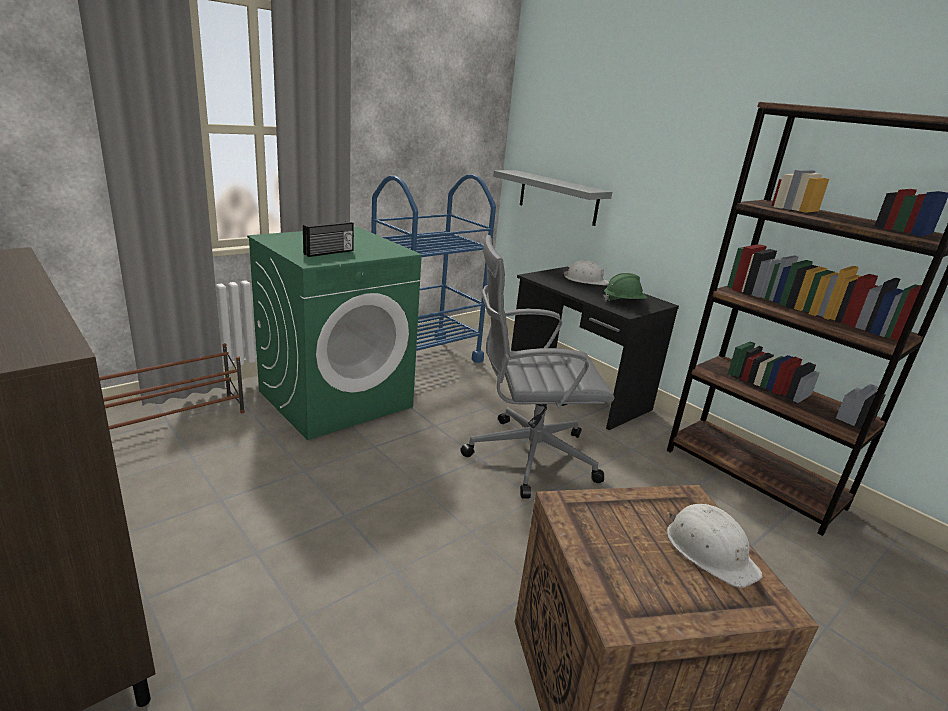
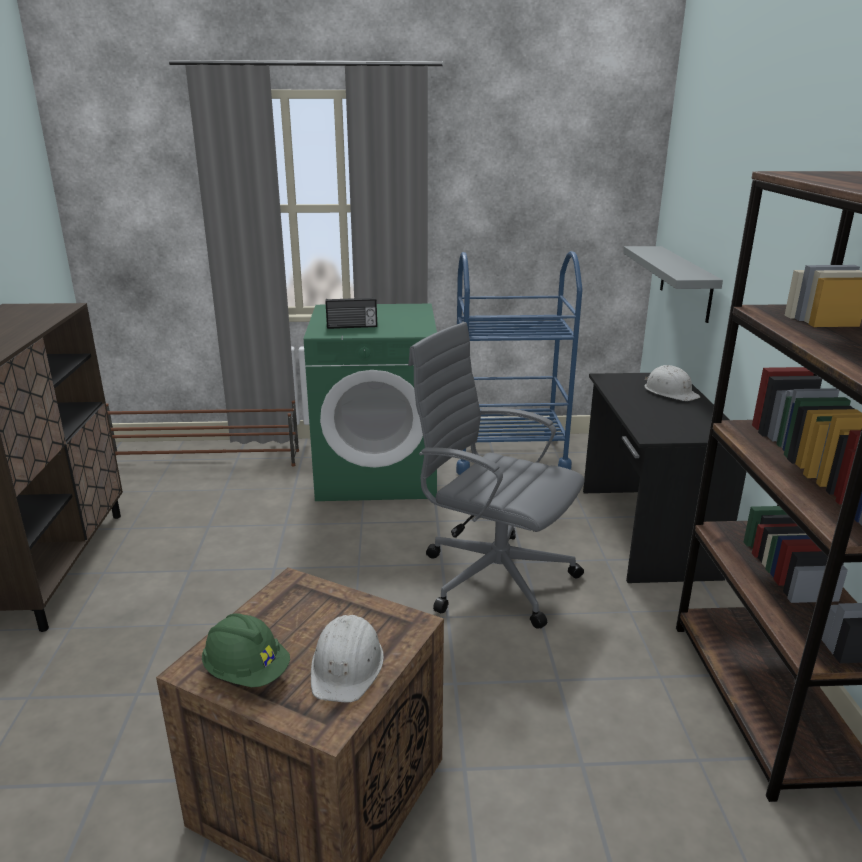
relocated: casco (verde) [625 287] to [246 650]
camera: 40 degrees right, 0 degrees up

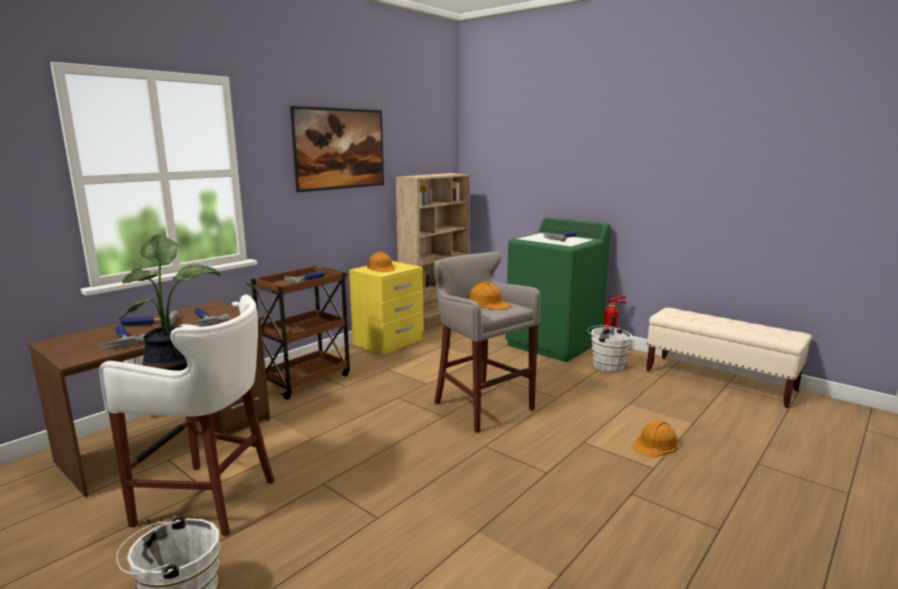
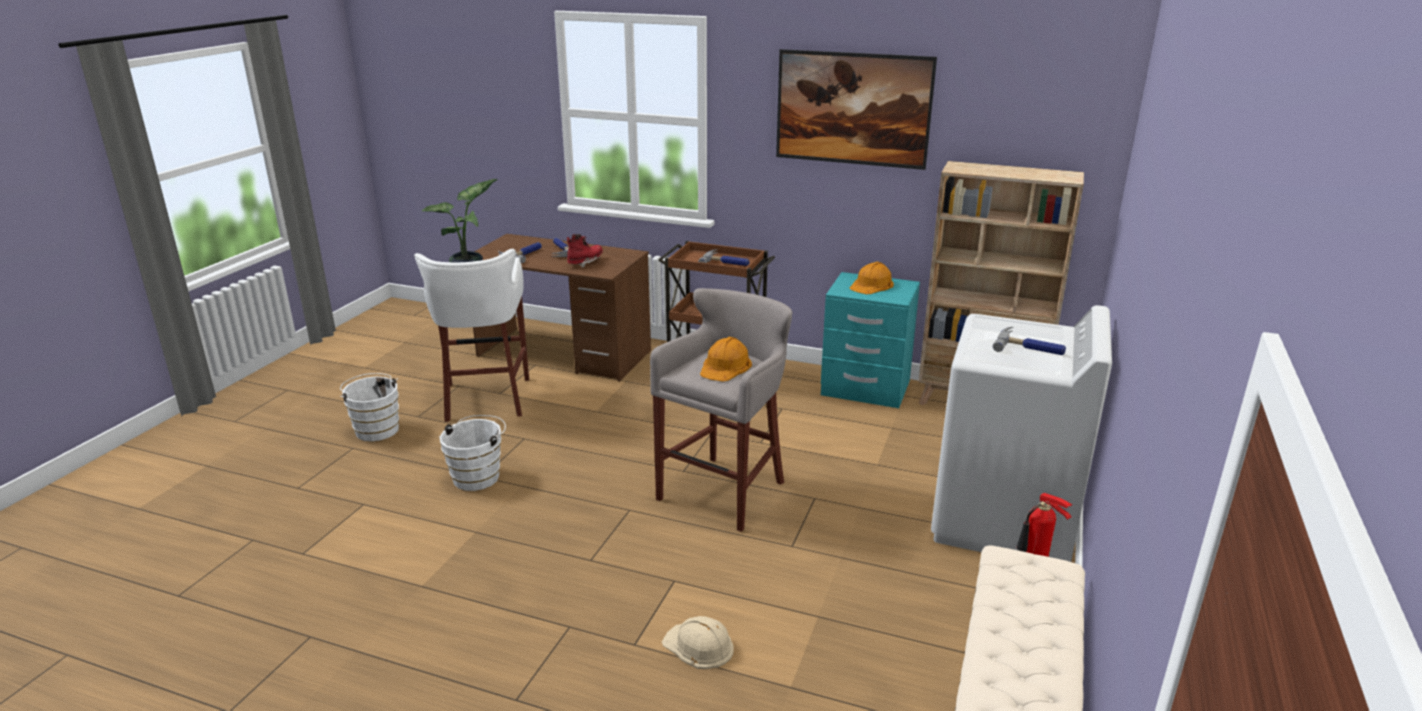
relocated: cubo (blanco) [609 348] to [473 453]
exchanged: martillo [208 317] to bota (rojo) [585 251]
colour: casco (naranja) [656 439] to casco (beis) [698 642]; mesita de noche (amarillo) [386 308] to mesita de noche (turquesa) [870 340]; lavadora (verde) [558 289] to lavadora (blanco) [1021 433]
camera: 70 degrees right, 10 degrees up

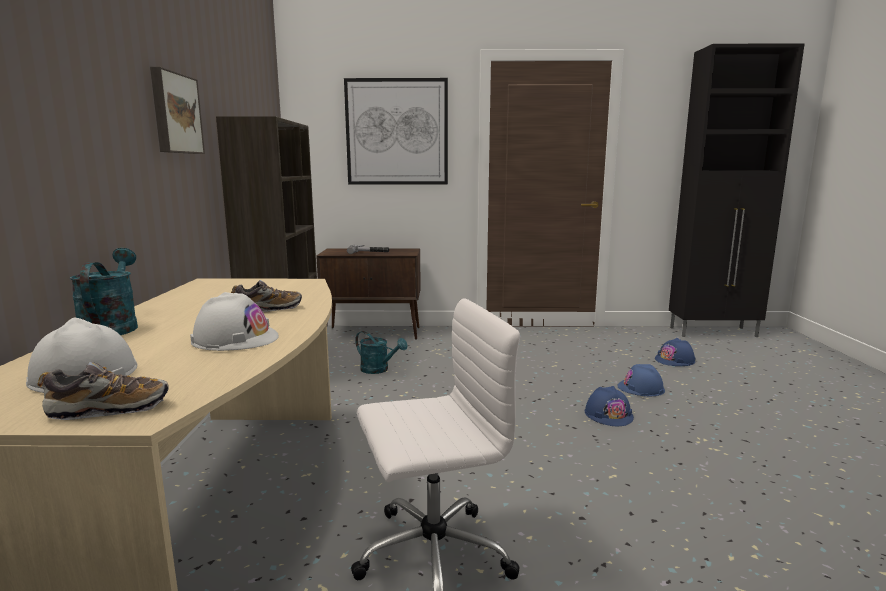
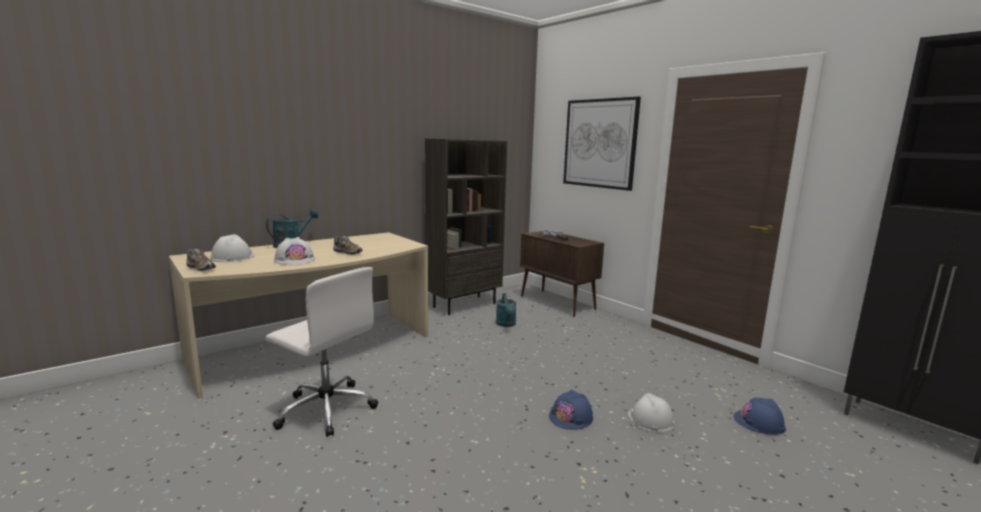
missing: cuadro [177 110]
colour: casco (azul) [641 380] to casco (blanco) [651 413]
camera: 50 degrees right, 0 degrees up

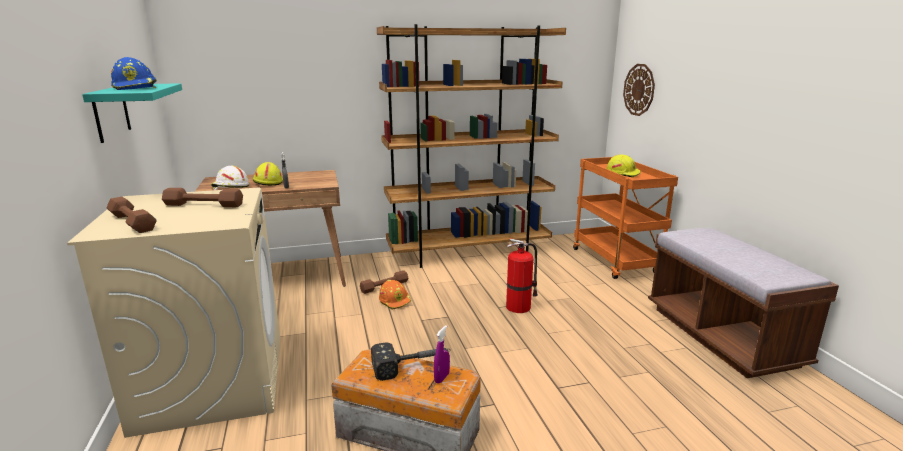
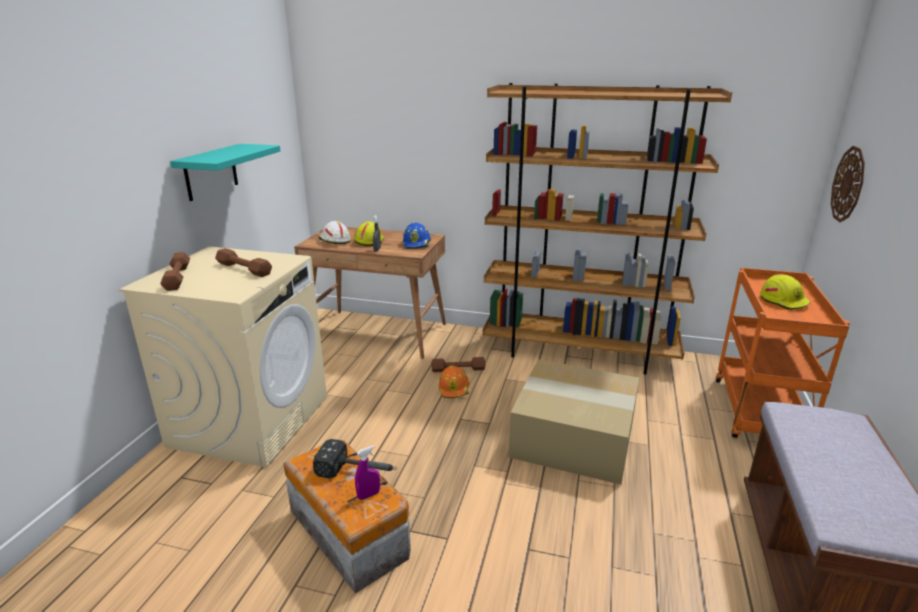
relocated: casco (azul) [134 73] to [417 235]
exchanged: extintor [522 275] to caja de cartón [574 422]
camera: 30 degrees right, 5 degrees up

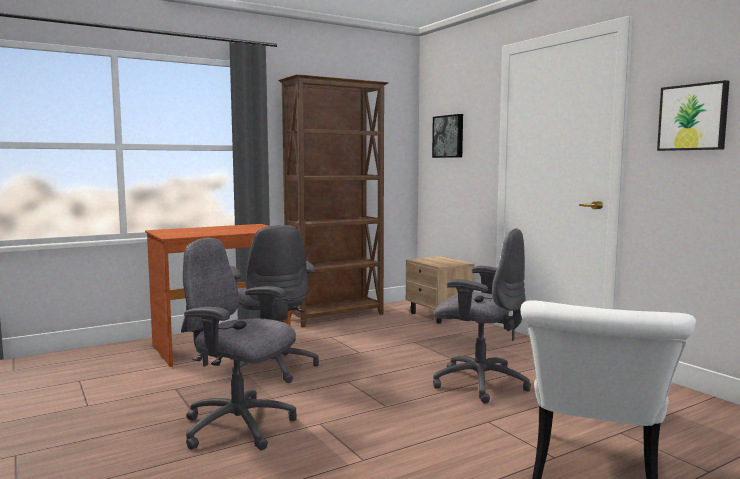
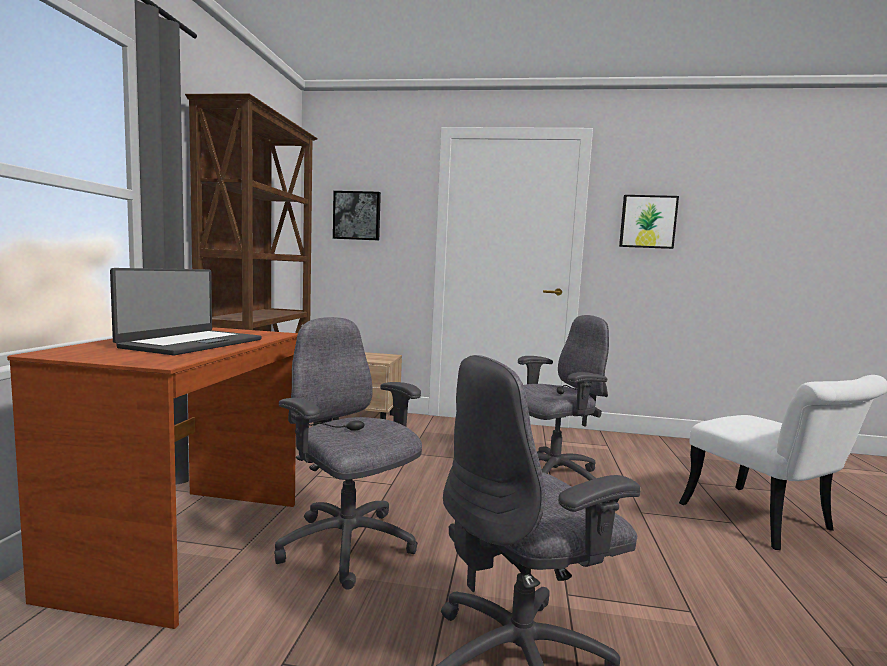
appeared: portátil [186 311]
spun: silla de oficina (gris) [274 304] = [348 453] 150 degrees counterclockwise
camera: 50 degrees left, 0 degrees up

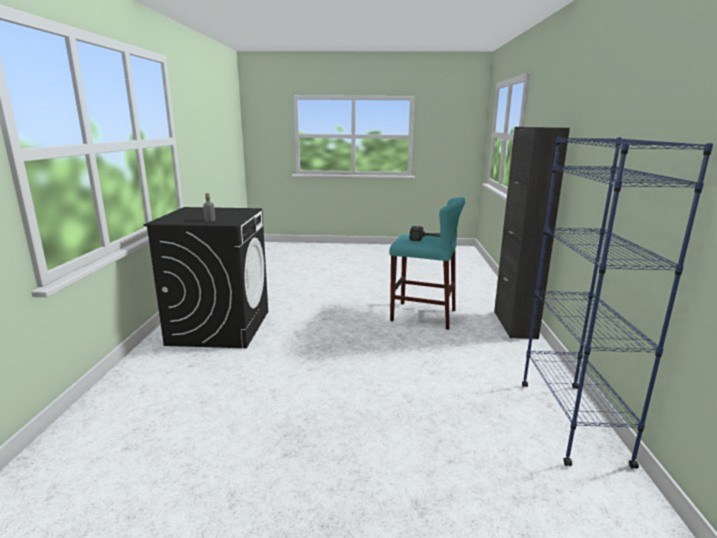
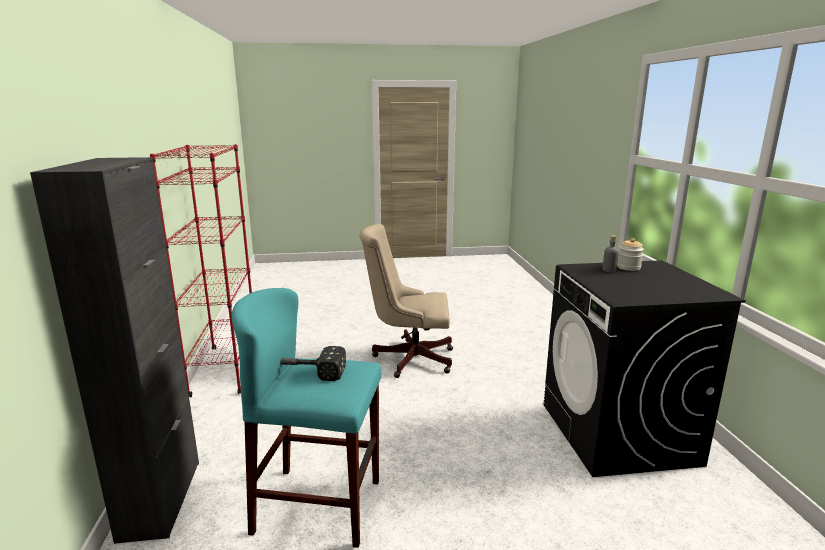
appeared: silla de oficina (beis) [406 301]; tarro [630 254]
colour: estantería (azul) [617 303] to estantería (rojo) [201 270]
camera: 170 degrees right, 0 degrees up

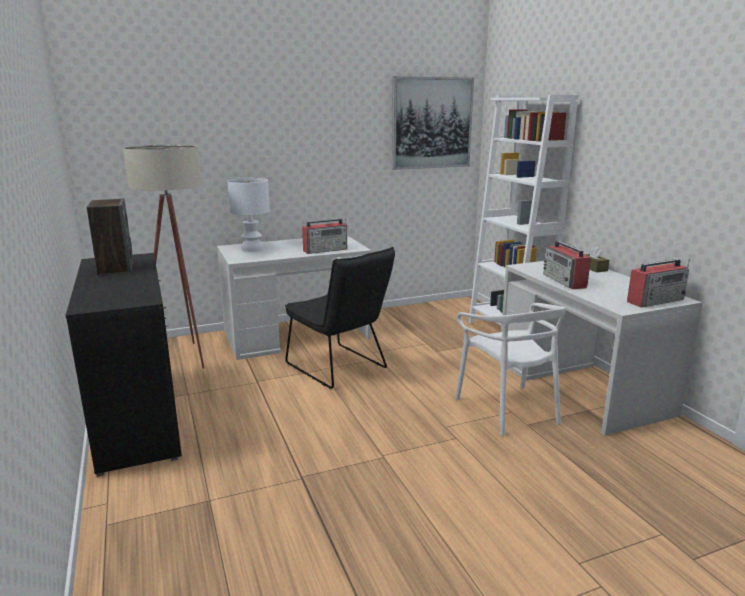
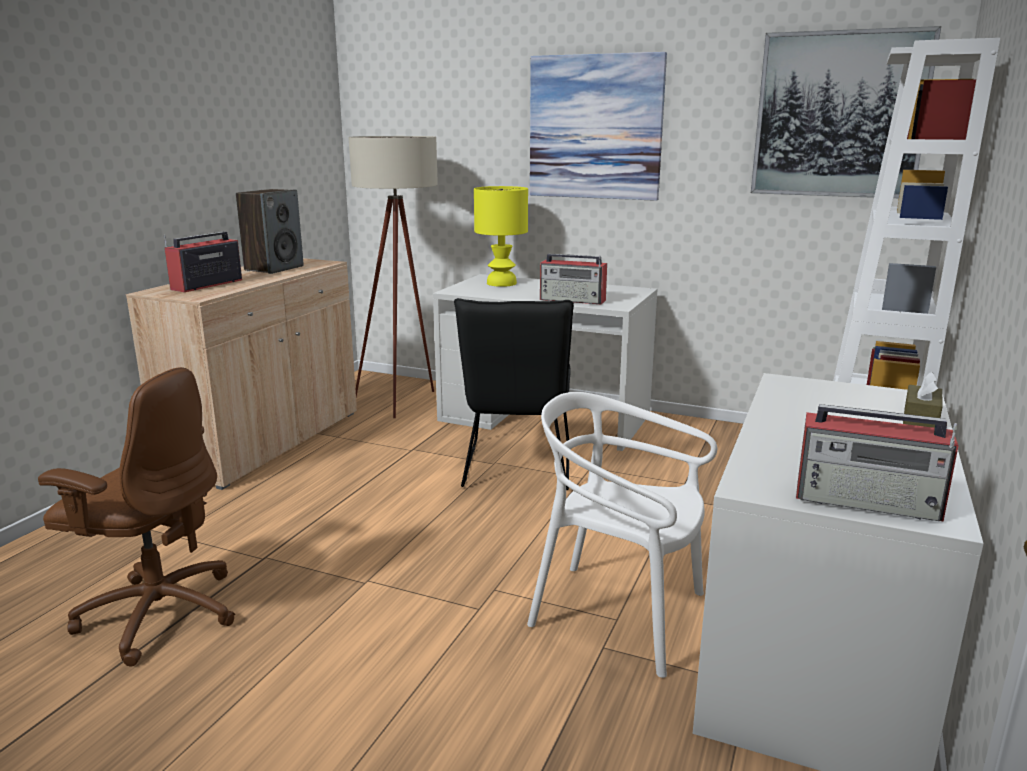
appeared: silla de oficina (marrón) [136 516]; cuadro [598 126]
relocated: radio [567 265] to [203 262]
colour: armario (negro) [124 365] to armario (beis) [241 374]; lámpara de mesa (blanco) [248 215] to lámpara de mesa (amarillo) [501 236]
spun: silla (blanco) [510 369] = [622 535] 90 degrees clockwise
camera: 45 degrees right, 0 degrees up

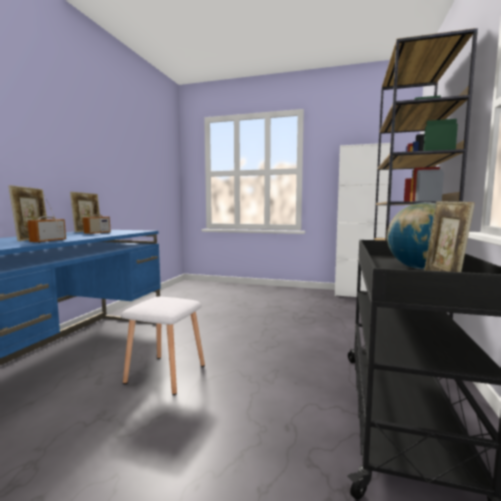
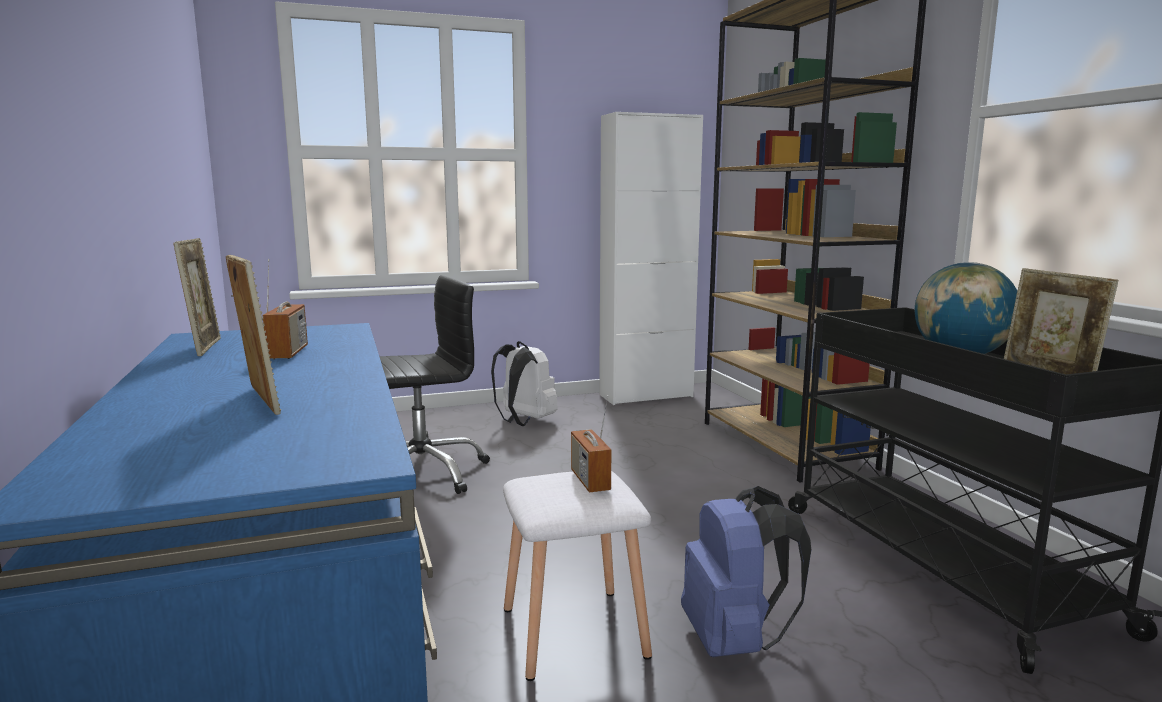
appeared: silla de oficina (negro) [434 384]; mochila (blanco) [524 383]; mochila (azul) [746 571]
relocated: radio [46 219] to [591 443]
camera: 35 degrees left, 5 degrees up

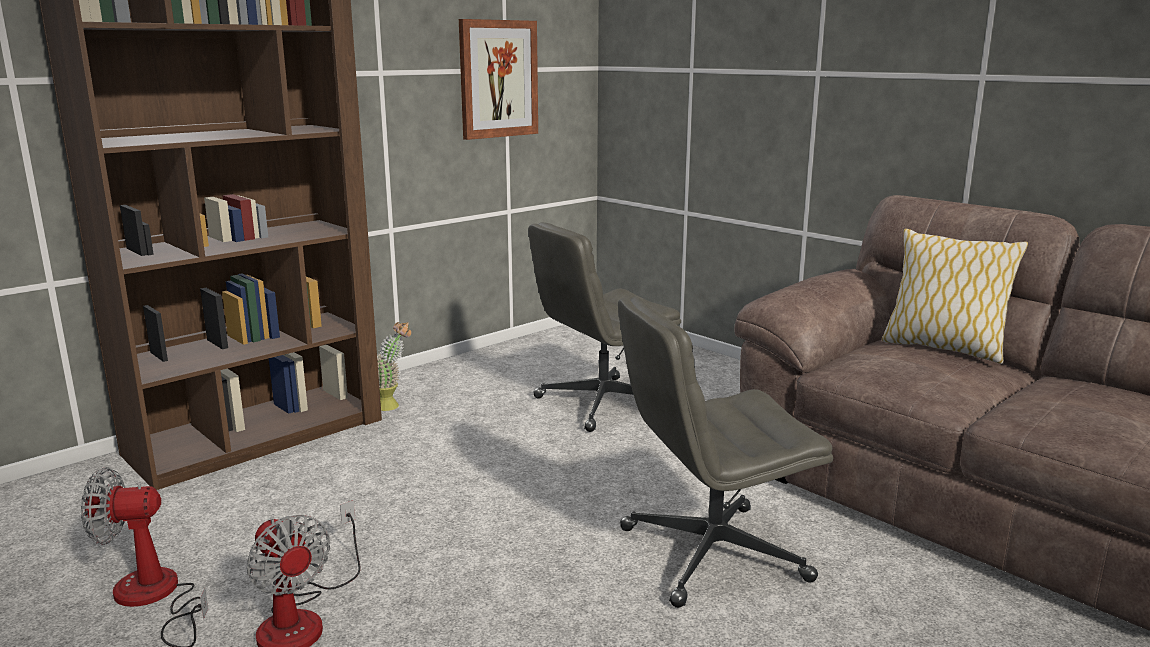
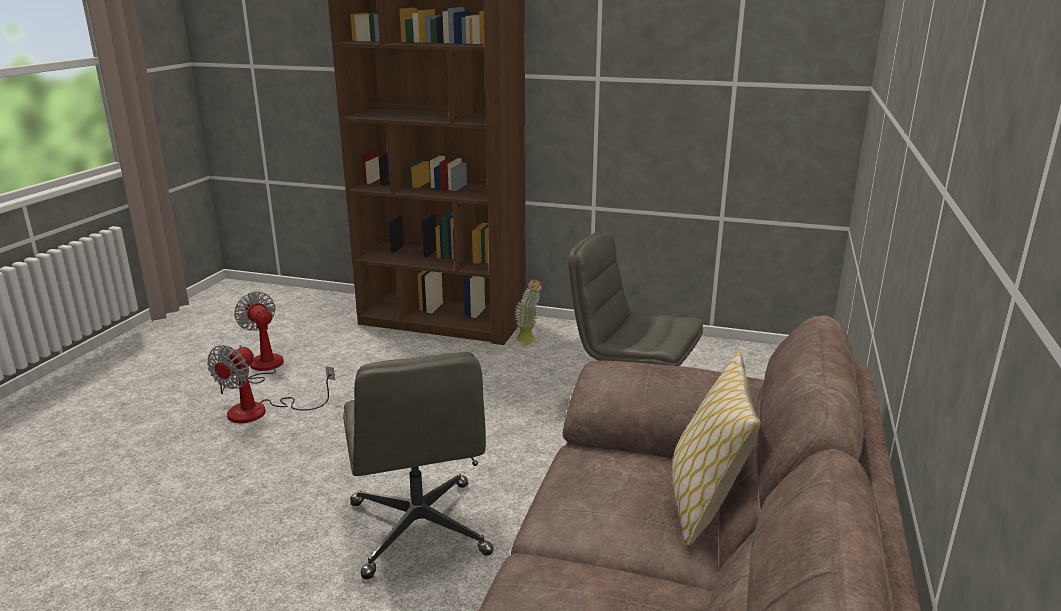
missing: cuadro [498 79]
spun: silla de oficina (gris) [725 452] = [418 465] 150 degrees counterclockwise
camera: 60 degrees right, 5 degrees up

